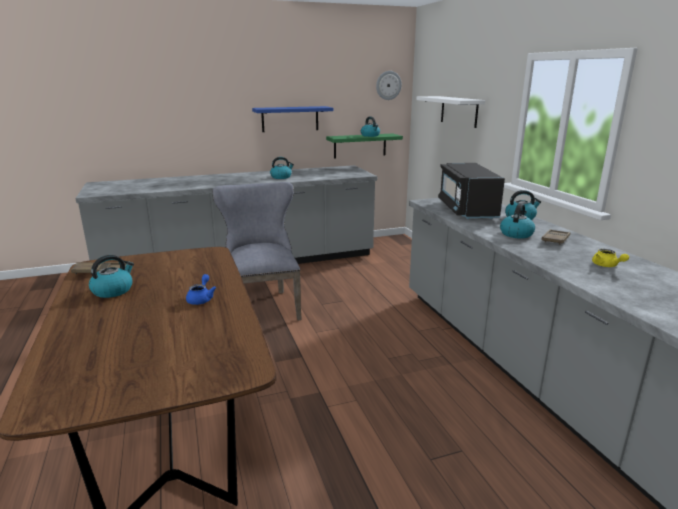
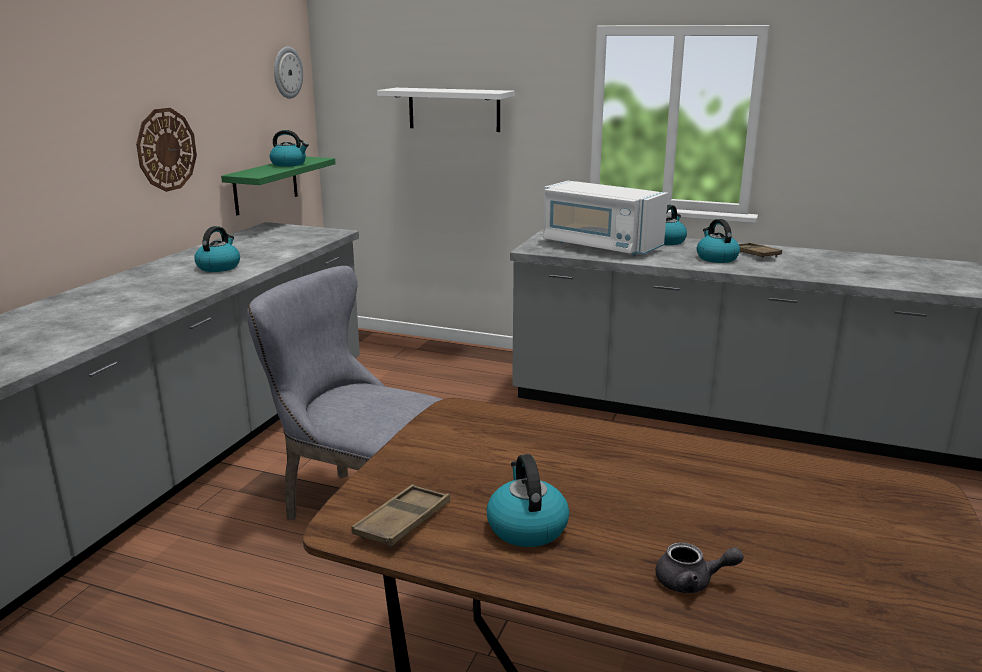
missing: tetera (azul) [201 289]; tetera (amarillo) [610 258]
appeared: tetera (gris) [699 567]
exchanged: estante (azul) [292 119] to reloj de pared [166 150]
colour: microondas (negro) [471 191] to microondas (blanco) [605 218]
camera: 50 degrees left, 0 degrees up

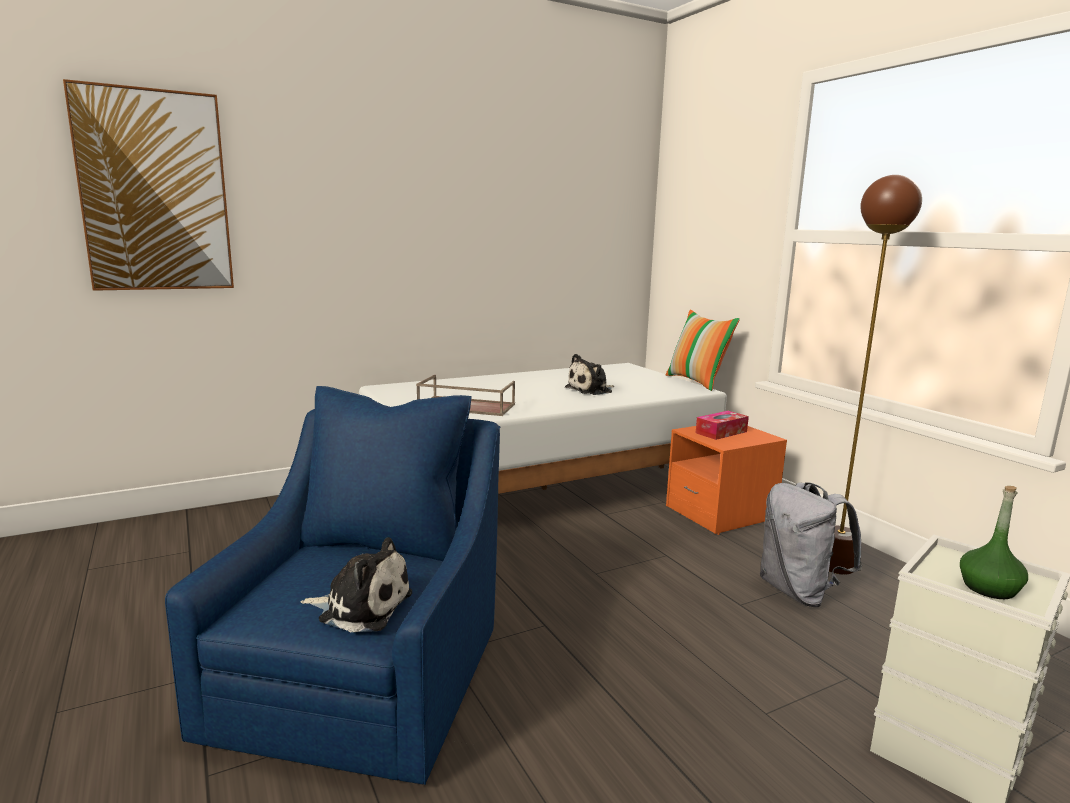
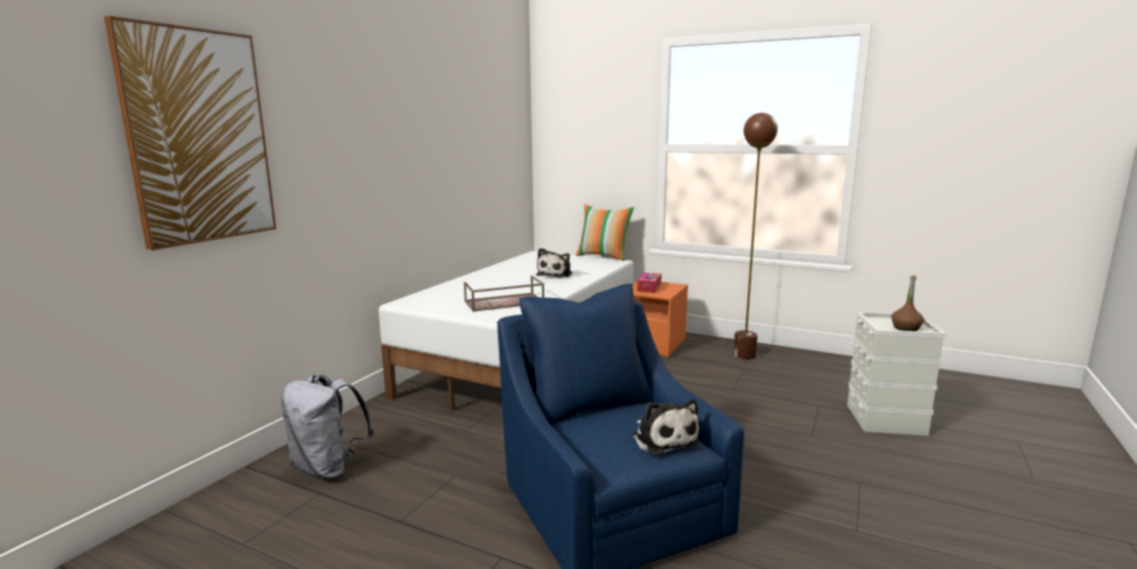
relocated: mochila (gris) [811 544] to [327 426]
colour: botella (verde) [994 542] to botella (marrón) [908 303]
spun: peluche [356 584] = [666 427] 90 degrees clockwise
camera: 35 degrees left, 0 degrees up

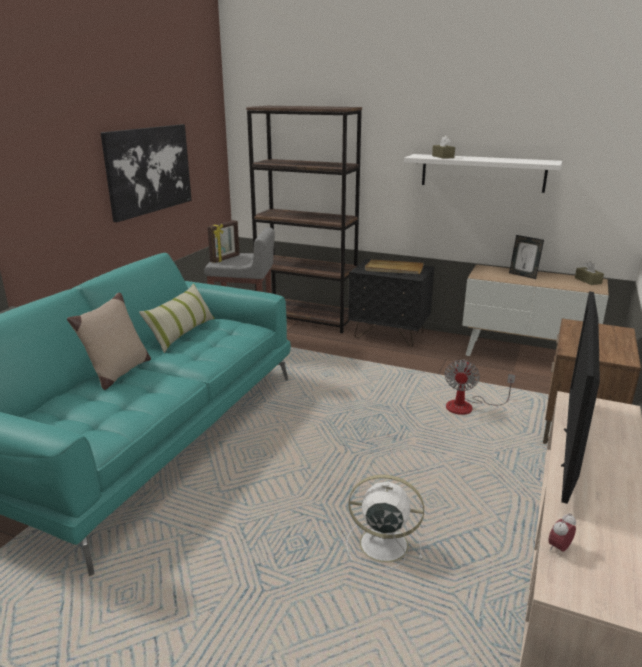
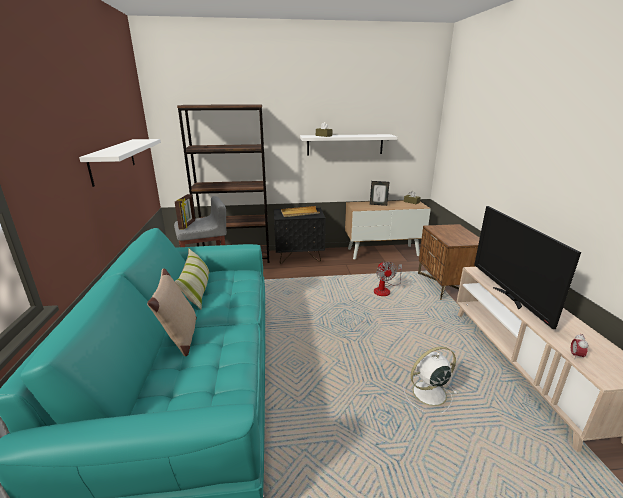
exchanged: cuadro [146 173] to estante (blanco) [120 163]
camera: 30 degrees left, 0 degrees up

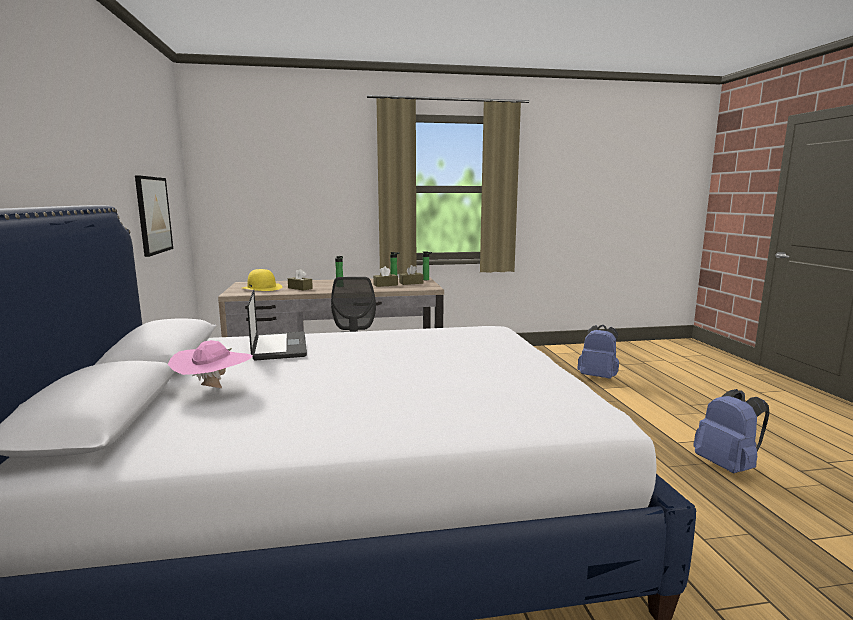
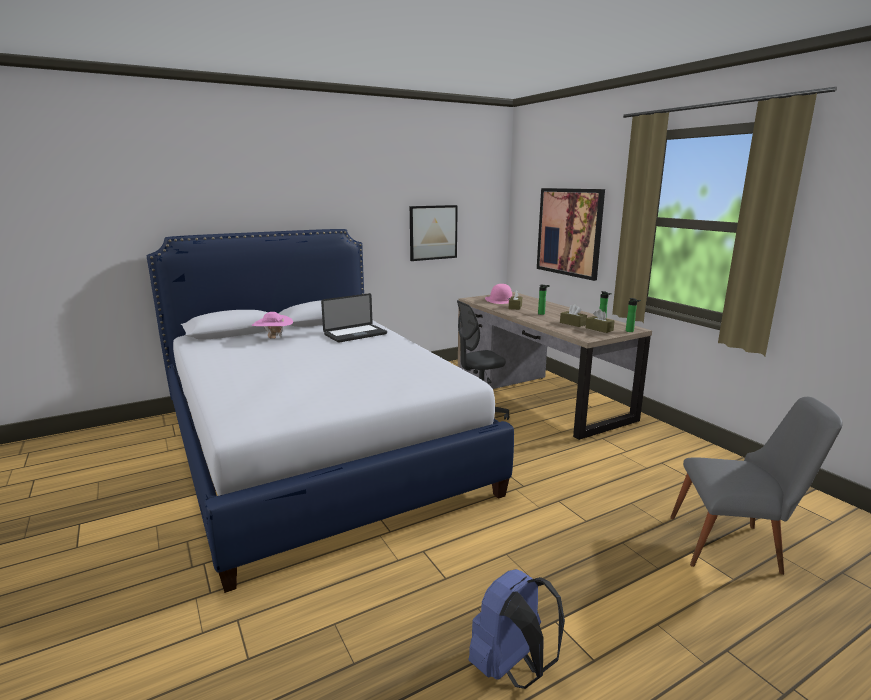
appeared: cuadro [571 234]
exchanged: mochila (azul) [598 352] to silla (gris) [756 486]
colour: sombrero (amarillo) [262 280] to sombrero (rosa) [498 294]
camera: 70 degrees right, 5 degrees up

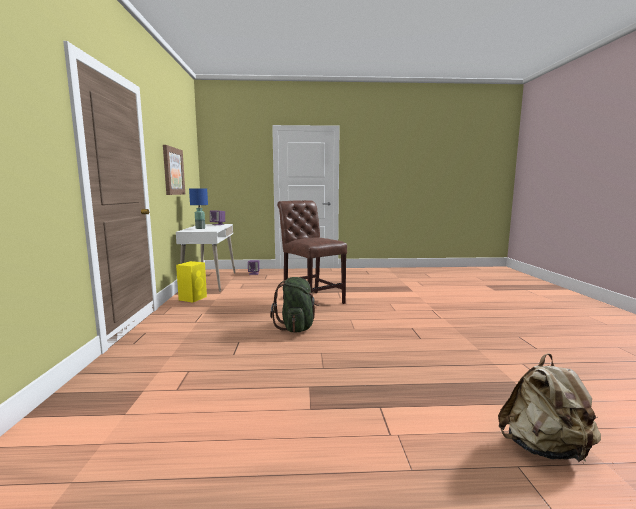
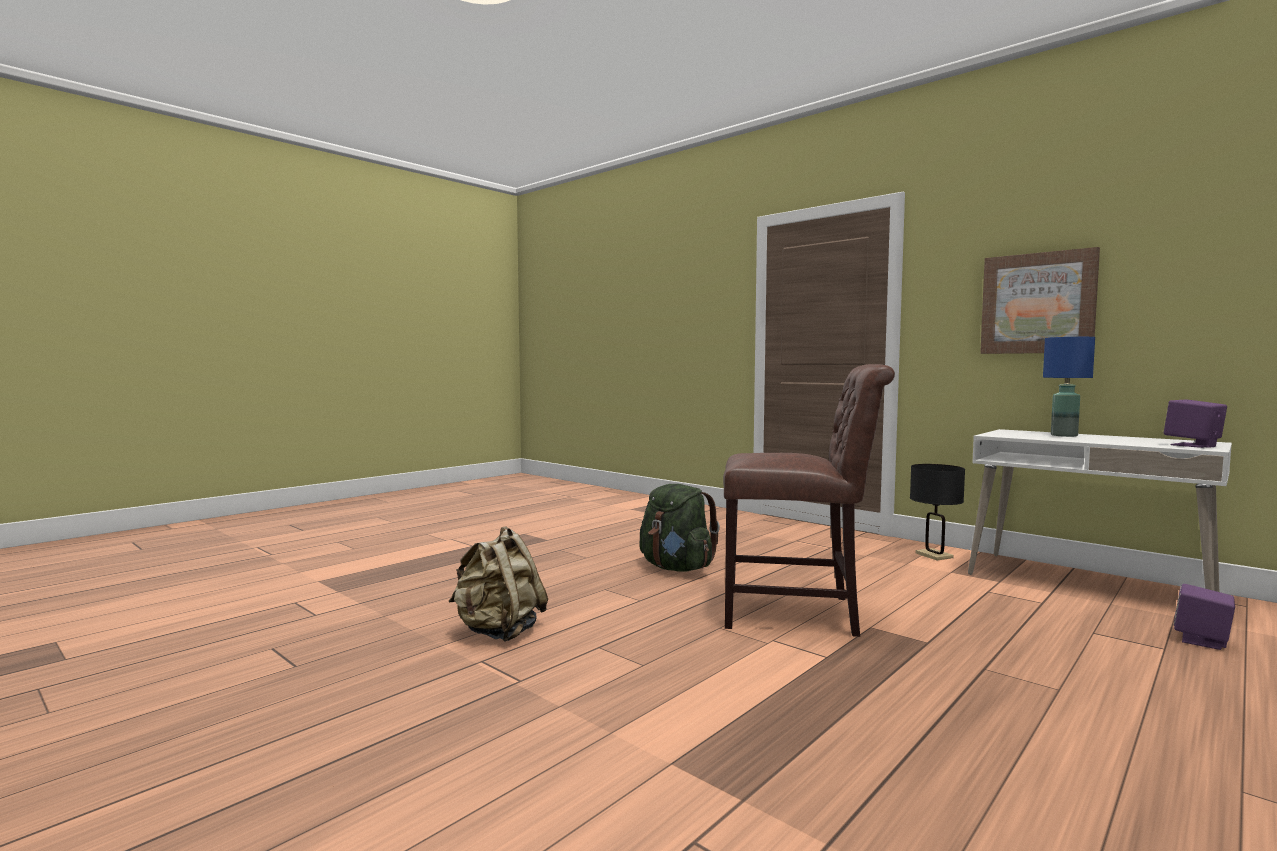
relocated: mochila (beis) [549 407] to [498 584]
exchanged: altavoz (amarillo) [191 281] to lámpara de mesa (negro) [937 512]
camera: 135 degrees right, 5 degrees down

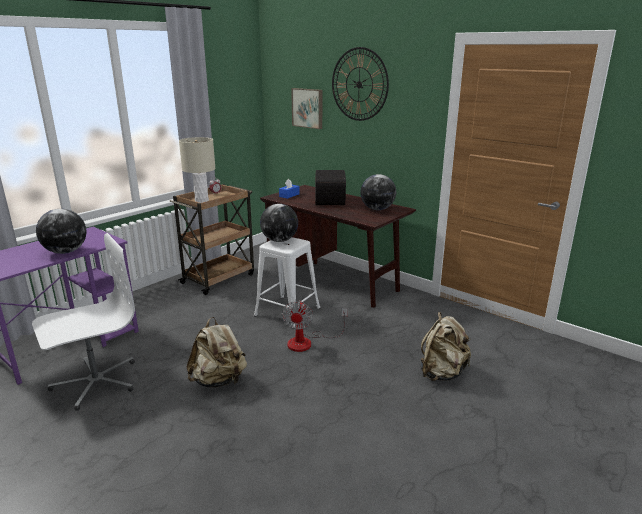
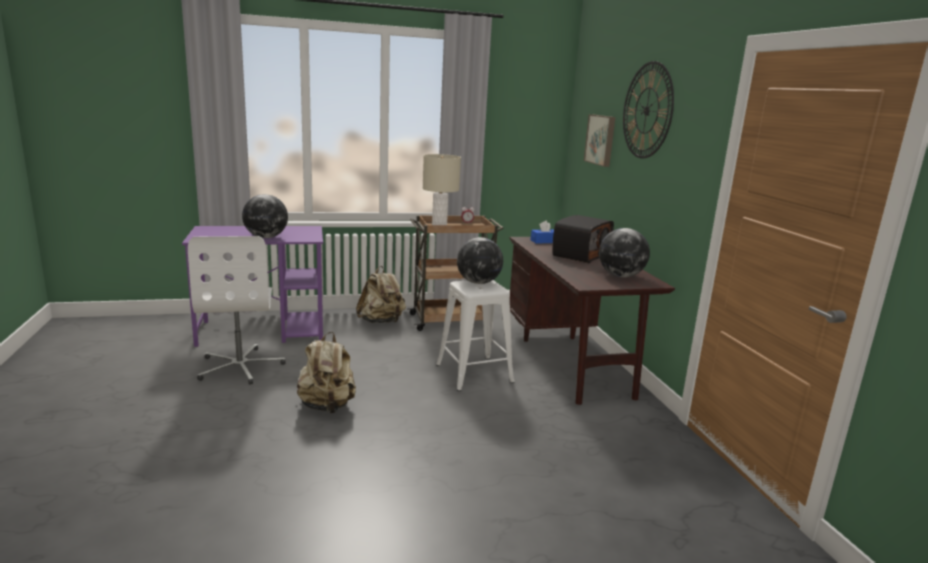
missing: ventilador [315 326]
relocated: mochila (beis) [446 346] to [381 294]
spun: silla de oficina (blanco) [83 322] = [237 310] 75 degrees clockwise
camera: 35 degrees right, 5 degrees down

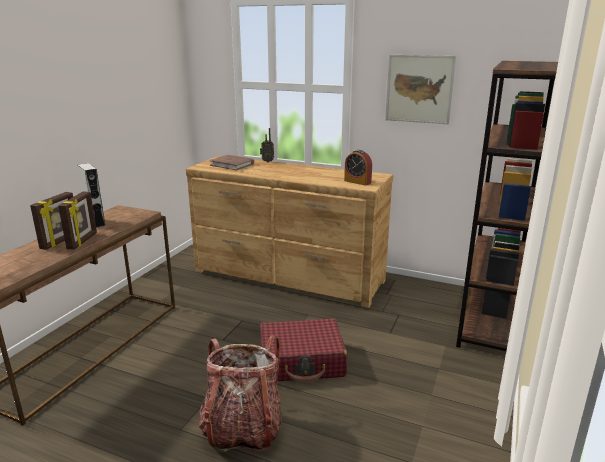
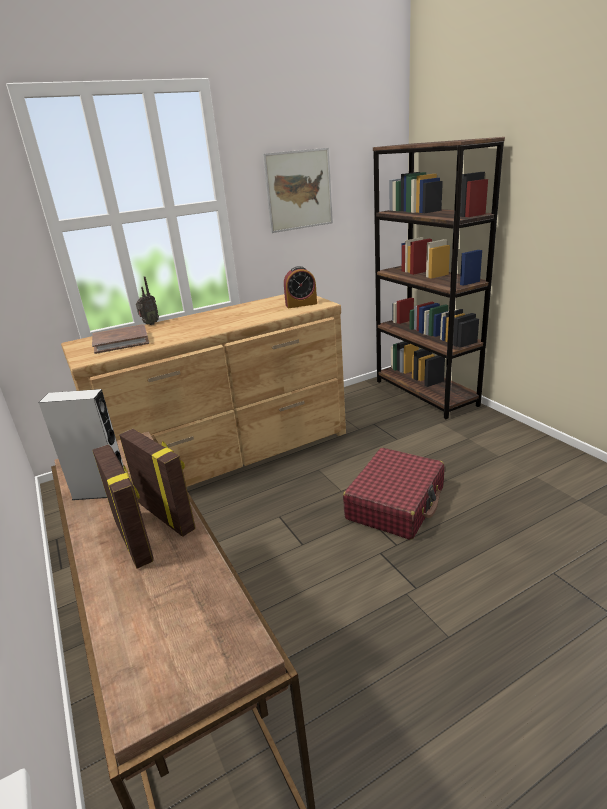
missing: mochila [240 393]
camera: 50 degrees left, 5 degrees up

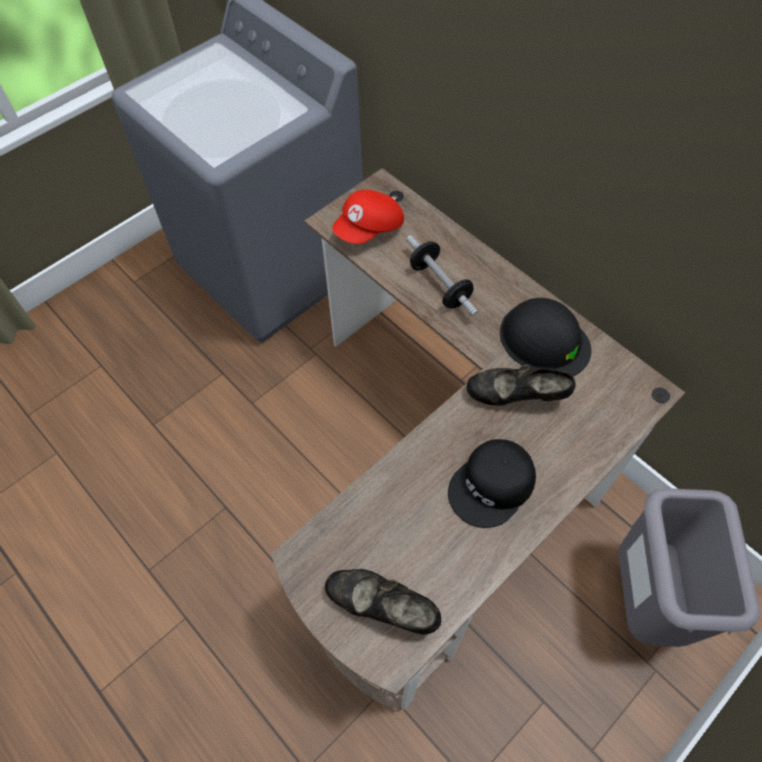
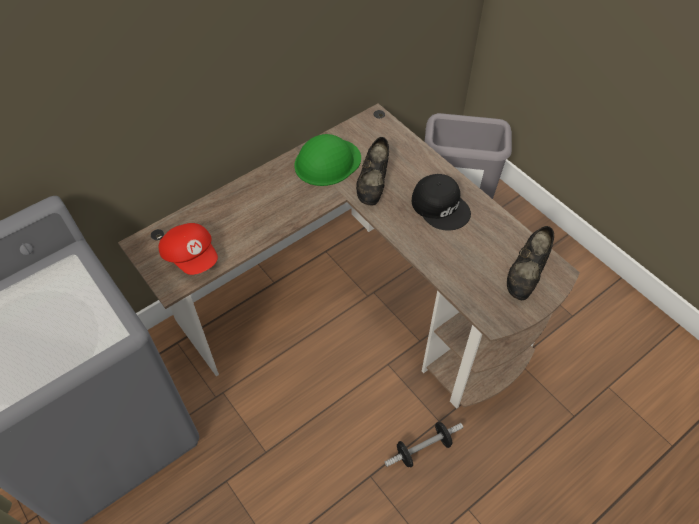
relocated: mancuerna [442 276] to [423 444]
colour: casco (negro) [546 337] to casco (verde) [327 160]
camera: 85 degrees left, 5 degrees down

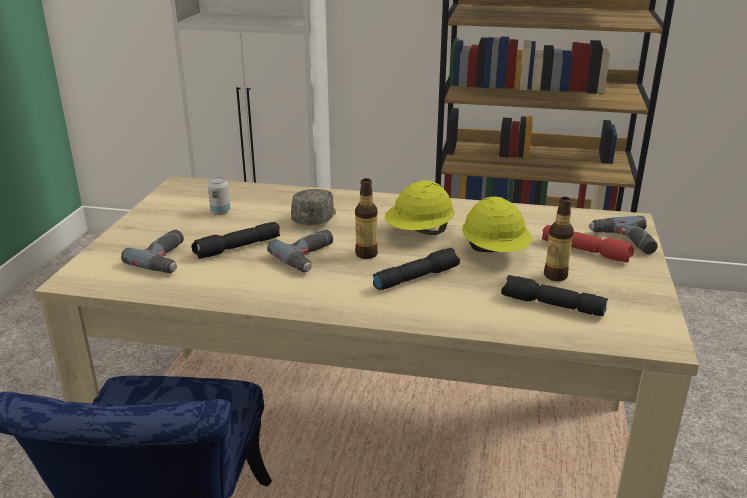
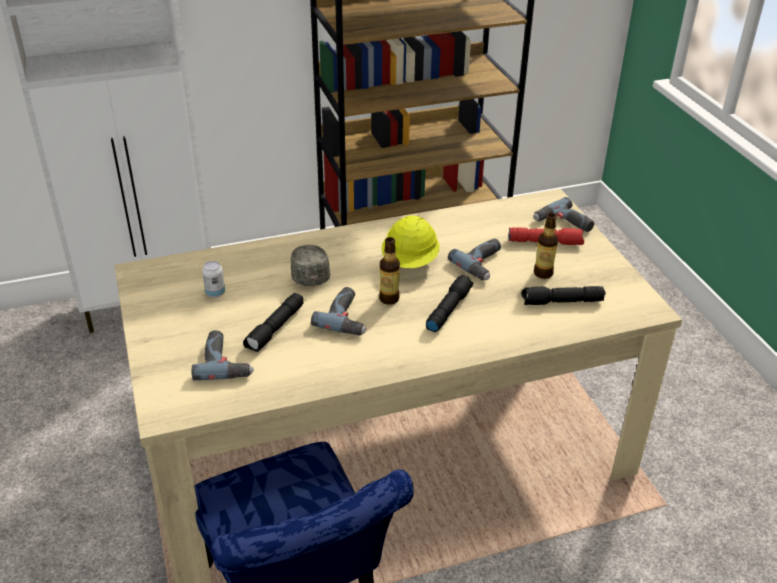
exchanged: casco (amarillo) [497 224] to taladro [474 260]
camera: 30 degrees left, 10 degrees up

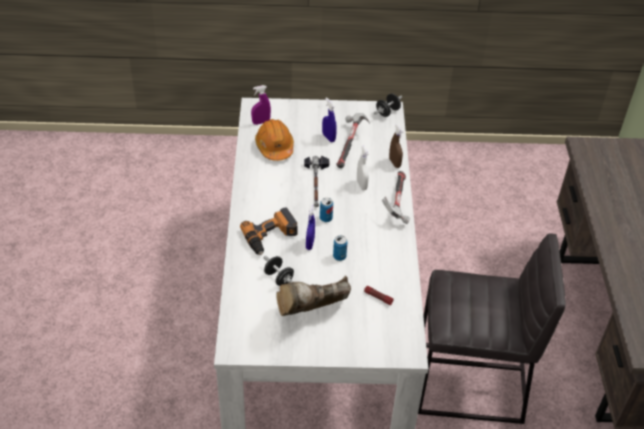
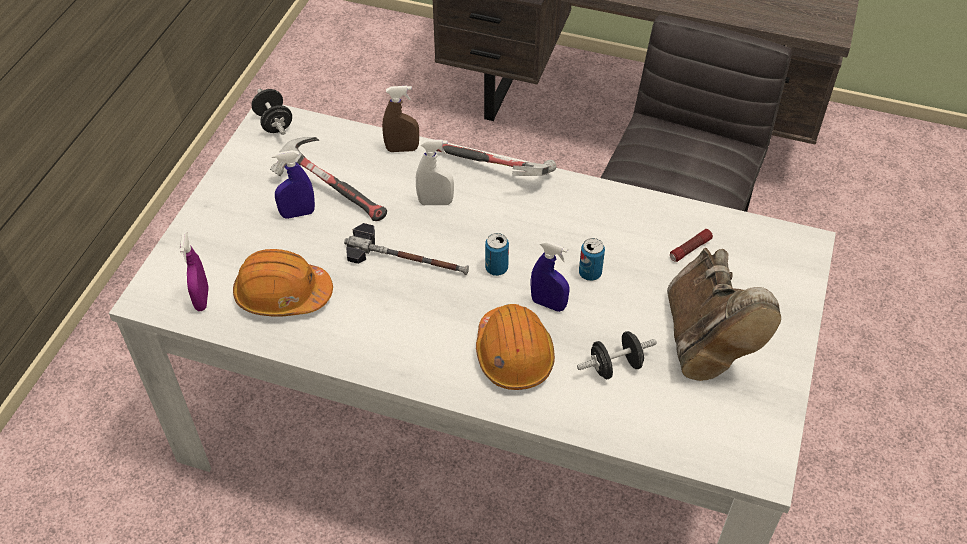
exchanged: taladro [269 231] to casco (naranja) [515 347]
camera: 70 degrees left, 5 degrees up

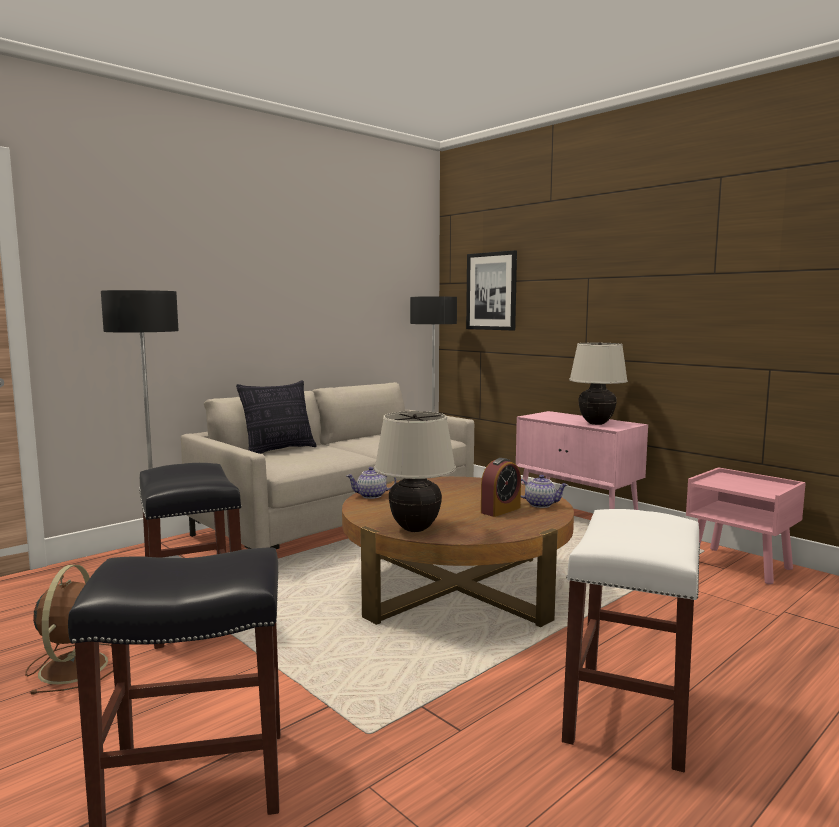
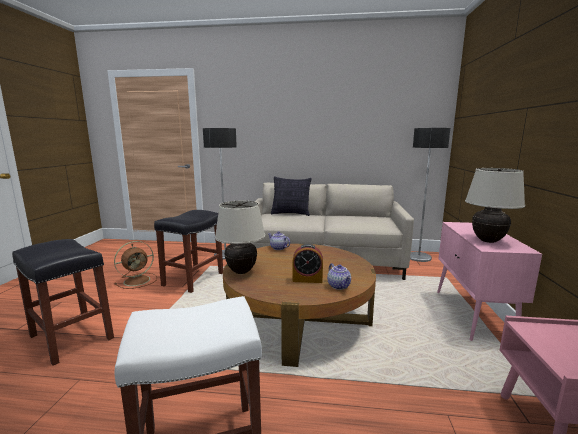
missing: cuadro [491 290]
camera: 50 degrees right, 5 degrees up

